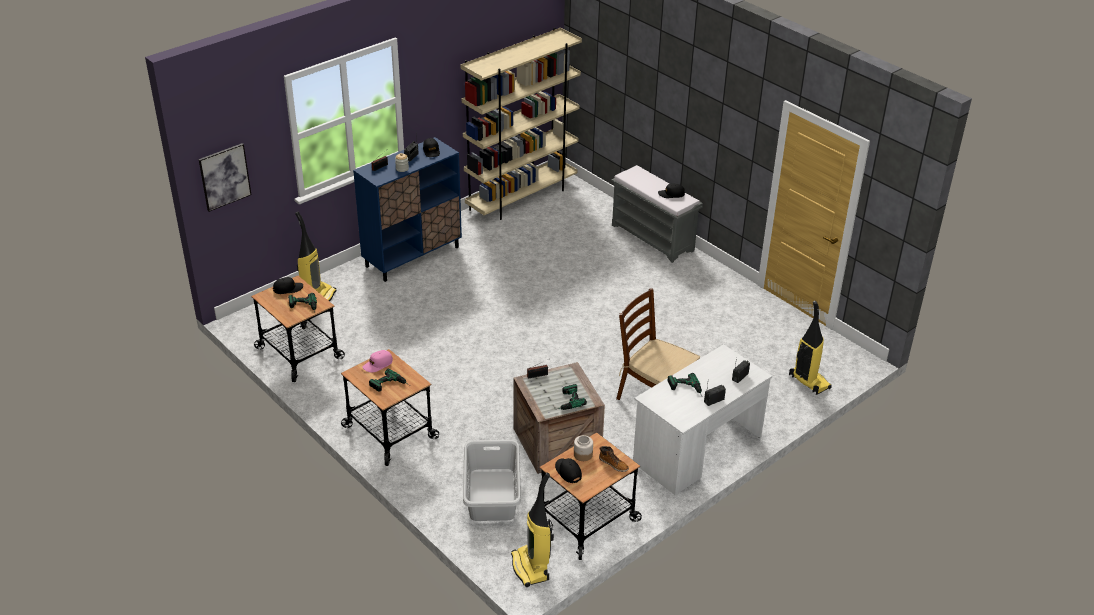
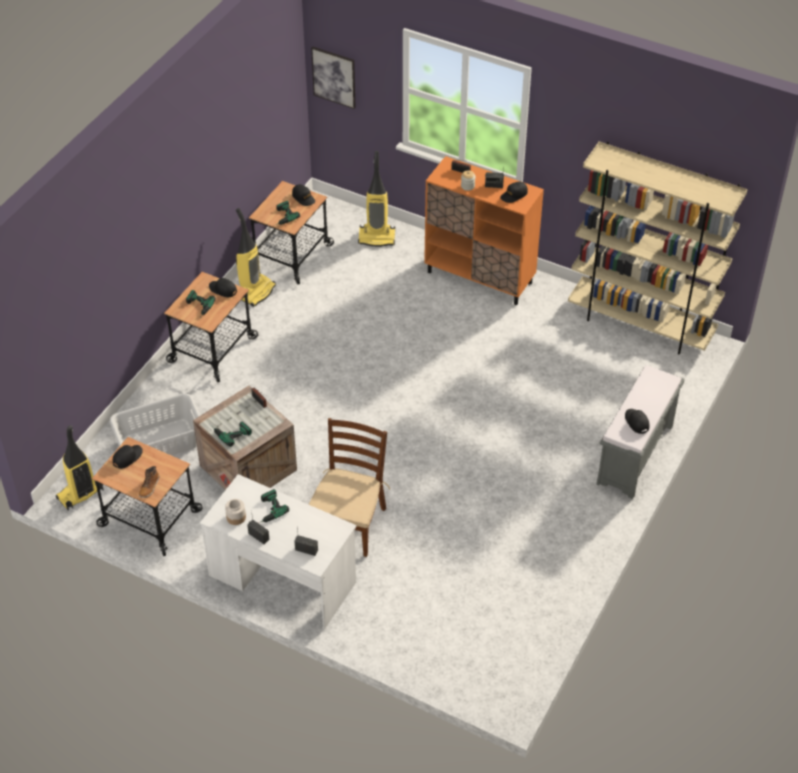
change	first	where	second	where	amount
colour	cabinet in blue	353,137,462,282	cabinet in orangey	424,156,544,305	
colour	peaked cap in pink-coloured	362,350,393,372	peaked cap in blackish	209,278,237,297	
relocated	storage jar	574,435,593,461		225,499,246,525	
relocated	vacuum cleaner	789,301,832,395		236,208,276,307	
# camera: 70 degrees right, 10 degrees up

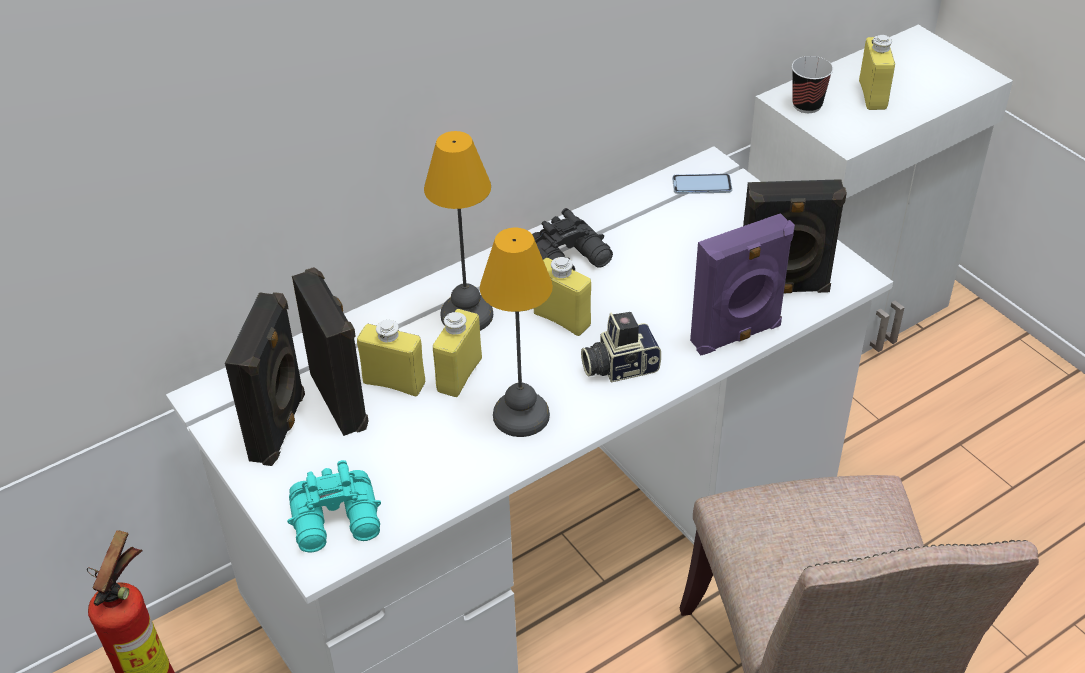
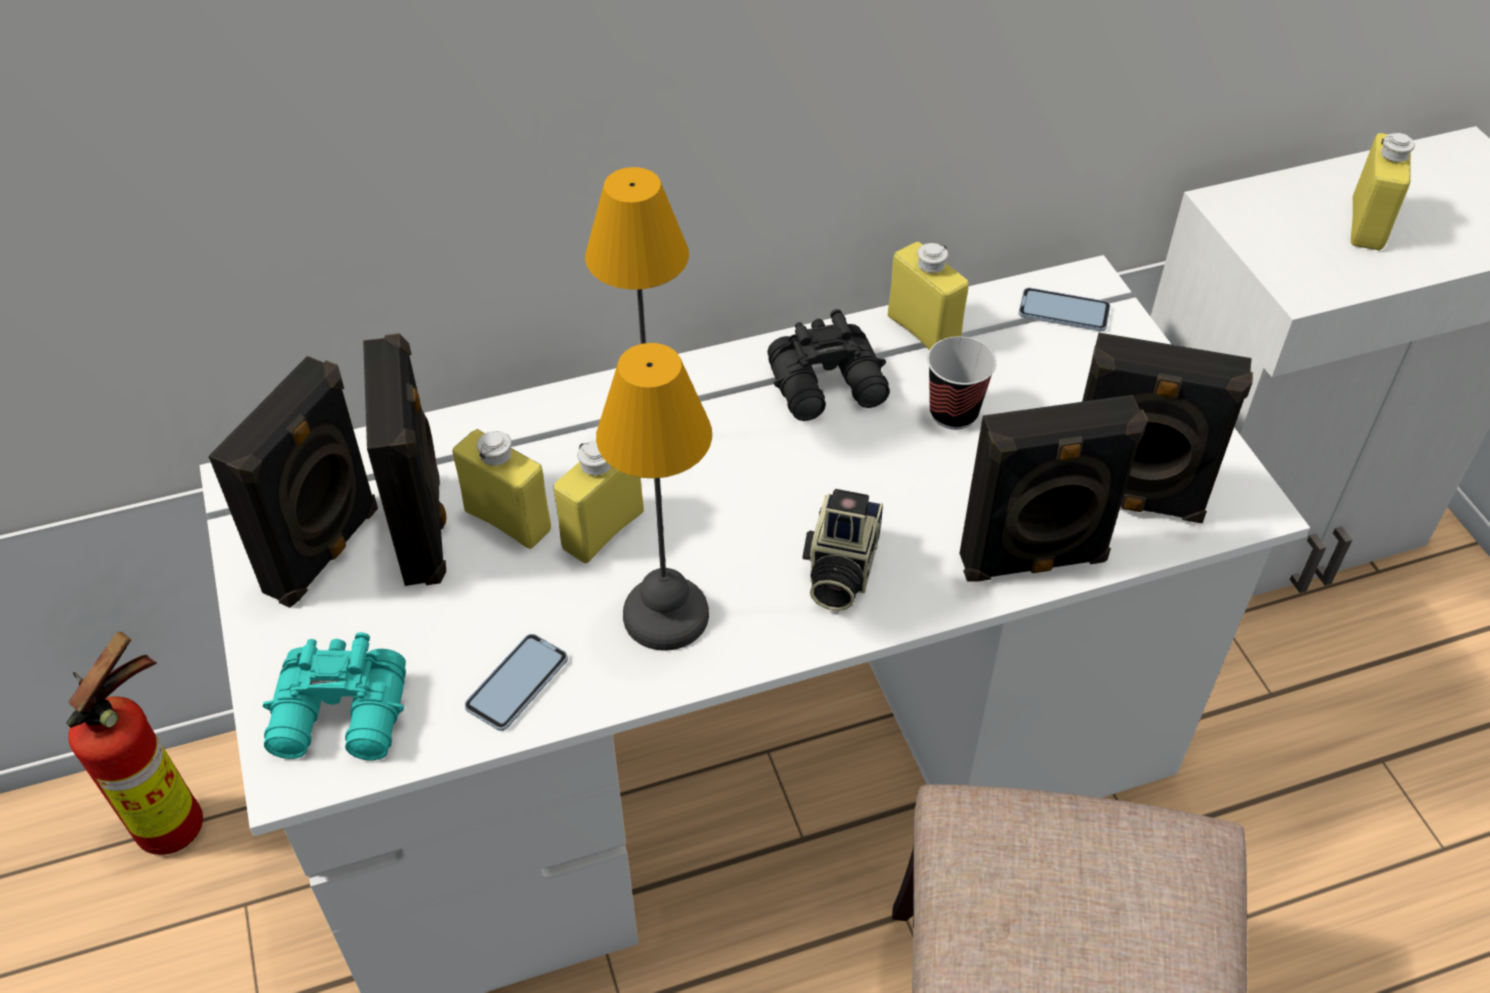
change	first	where	second	where	amount
relocated	bottle in yellow-coloured	534,257,591,336		888,242,969,350	
spun	still camera	581,312,661,382		802,489,883,611	75 degrees counterclockwise
colour	loudspeaker in purplish	690,213,795,355	loudspeaker in blackish	959,395,1148,582	
relocated	drinking cup	792,56,833,113		927,337,996,430	
appeared			phone	464,634,568,731	
# camera: 15 degrees right, 5 degrees up

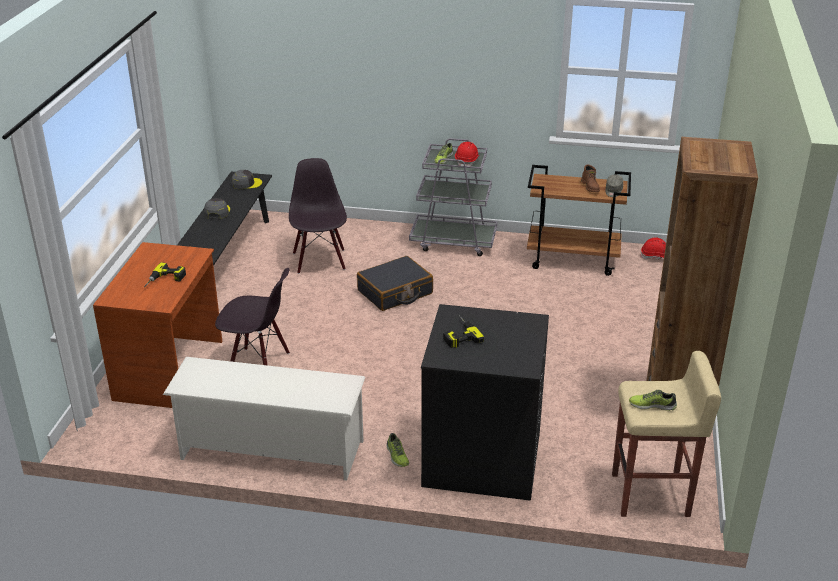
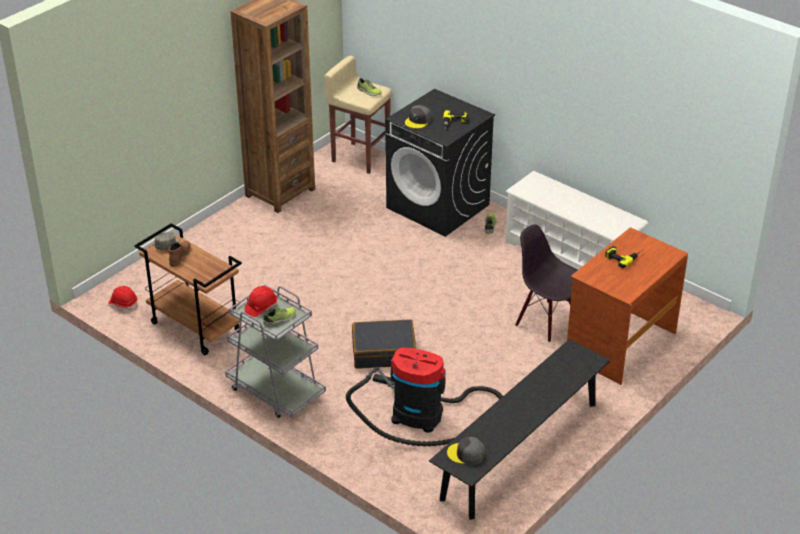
change	first	where	second	where	amount
relocated	peaked cap in greyish	204,198,230,219		405,105,432,129	
exchanged	plain chair in blackish	289,158,347,274	vacuum cleaner	346,347,503,447	
# camera: 150 degrees left, 5 degrees up

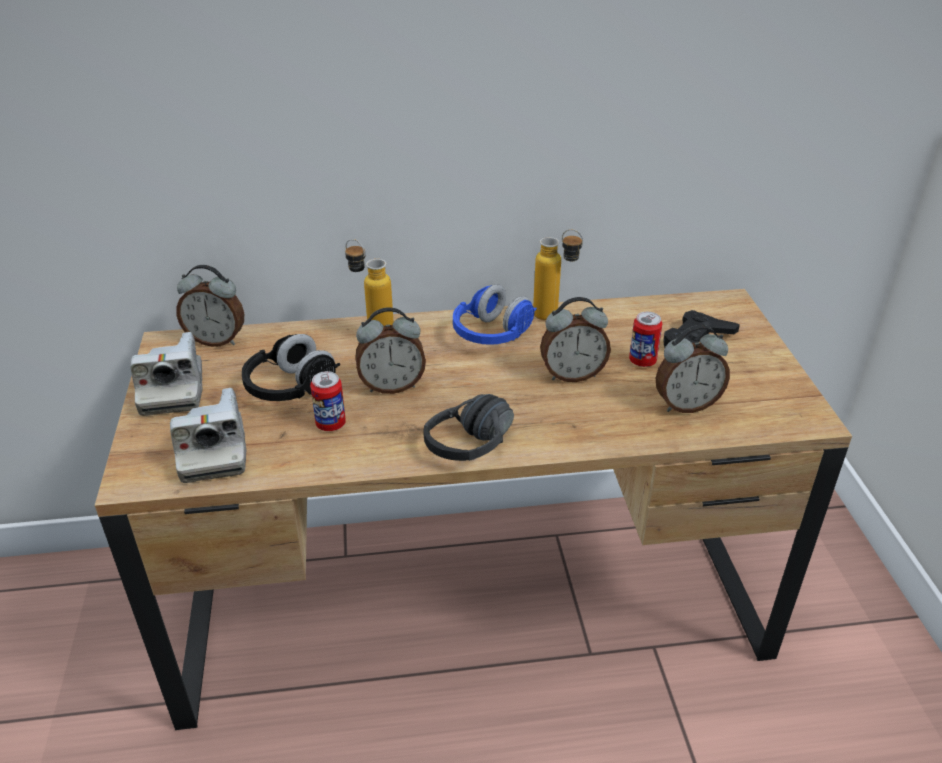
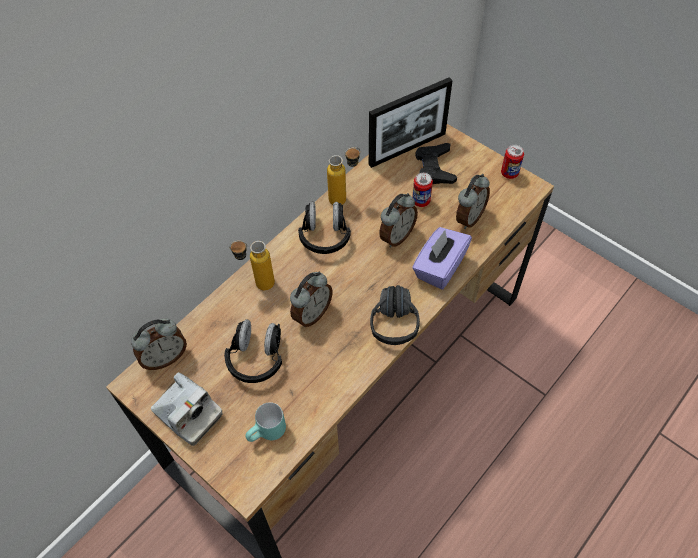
change	first	where	second	where	amount
exchanged	still camera	170,388,246,483	mug in turquoise-coloured	245,402,286,442	
relocated	can	310,371,346,431		501,145,524,179	
colour	headphones in blue	453,284,537,345	headphones in blackish	298,202,351,254	
appeared			picture frame	369,77,453,168	
appeared			tissue holder in purplish	412,227,472,290	
# camera: 40 degrees left, 20 degrees up

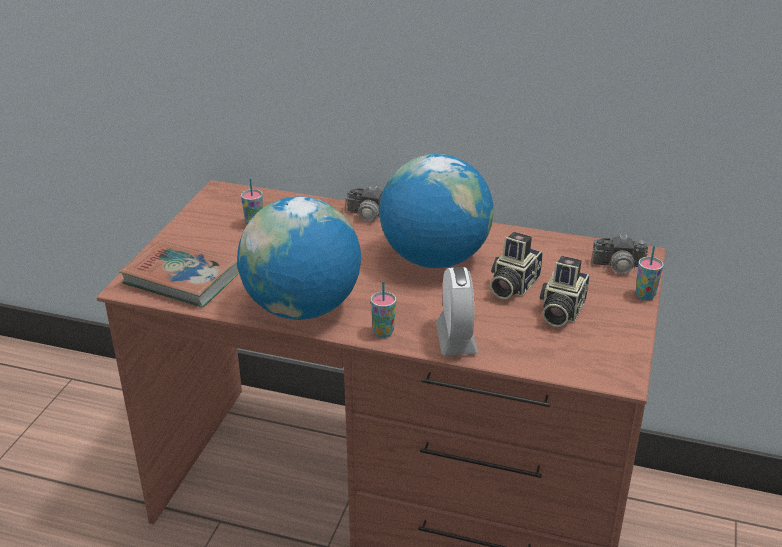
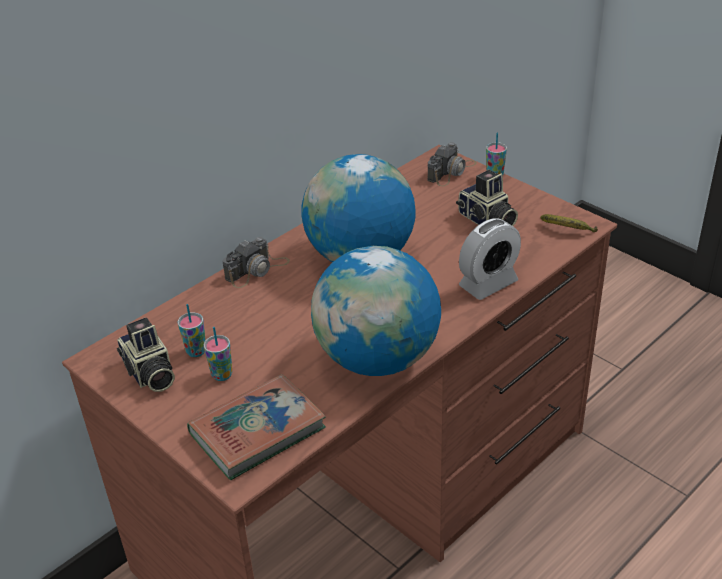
change	first	where	second	where	amount
relocated	drinking cup	371,281,396,338		204,327,232,381	
spun	alarm clock	436,267,478,355		459,218,521,300	120 degrees clockwise
relocated	still camera	490,232,543,299		117,318,175,392	
appeared			banana	540,214,598,232	
# camera: 60 degrees left, 5 degrees up

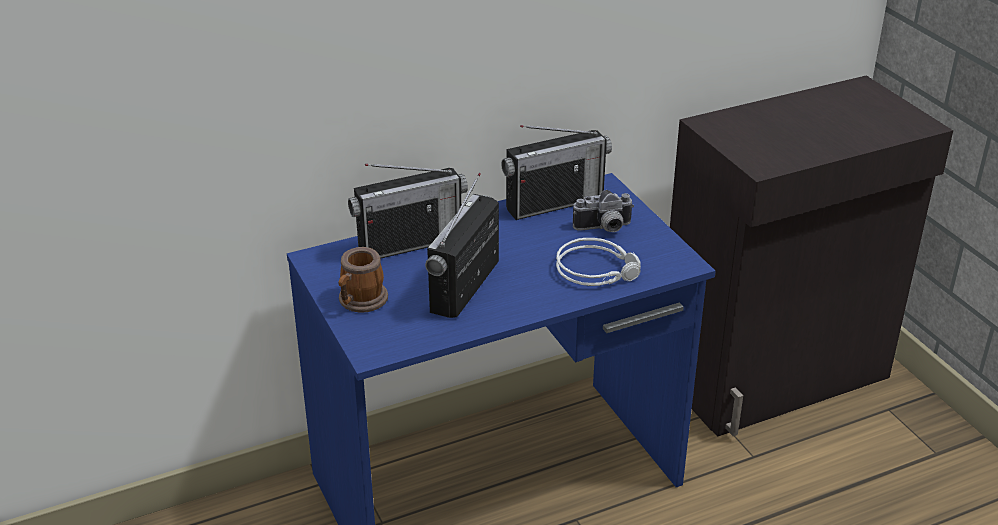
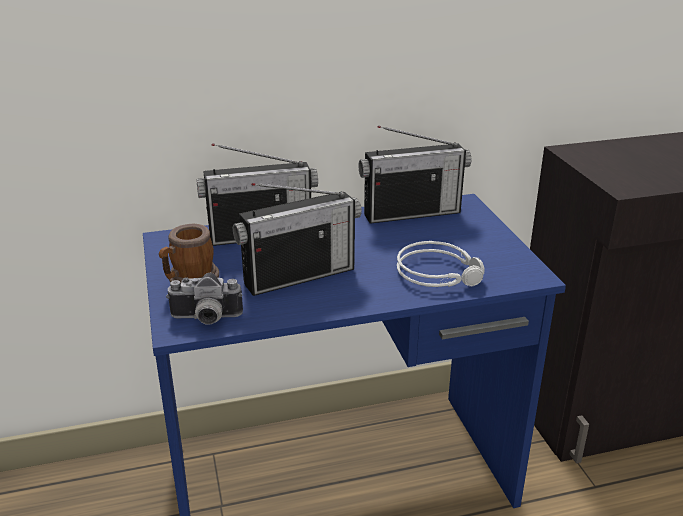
change	first	where	second	where	amount
spun	radio receiver	425,173,499,318		233,183,362,296	150 degrees counterclockwise
relocated	still camera	573,190,634,232		166,273,243,325	
# camera: 10 degrees right, 5 degrees down

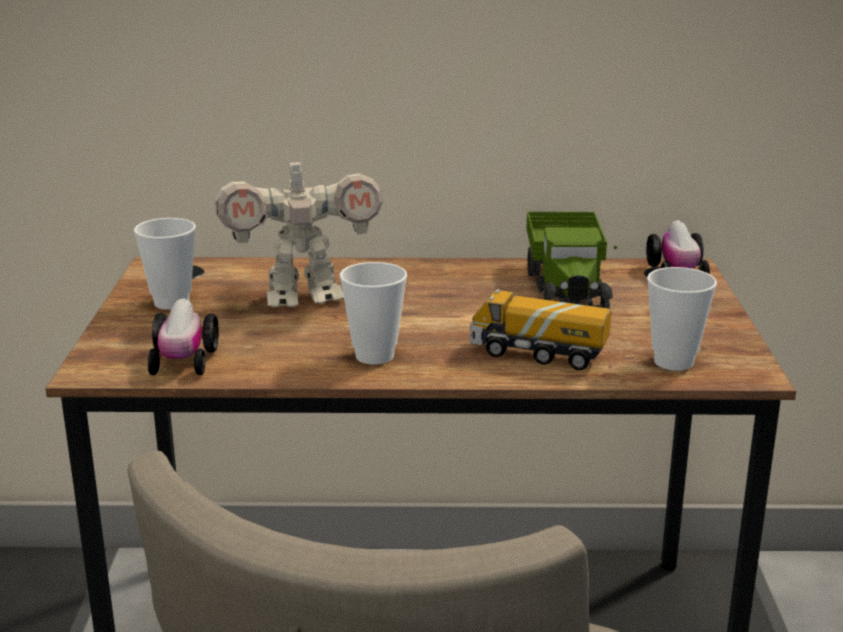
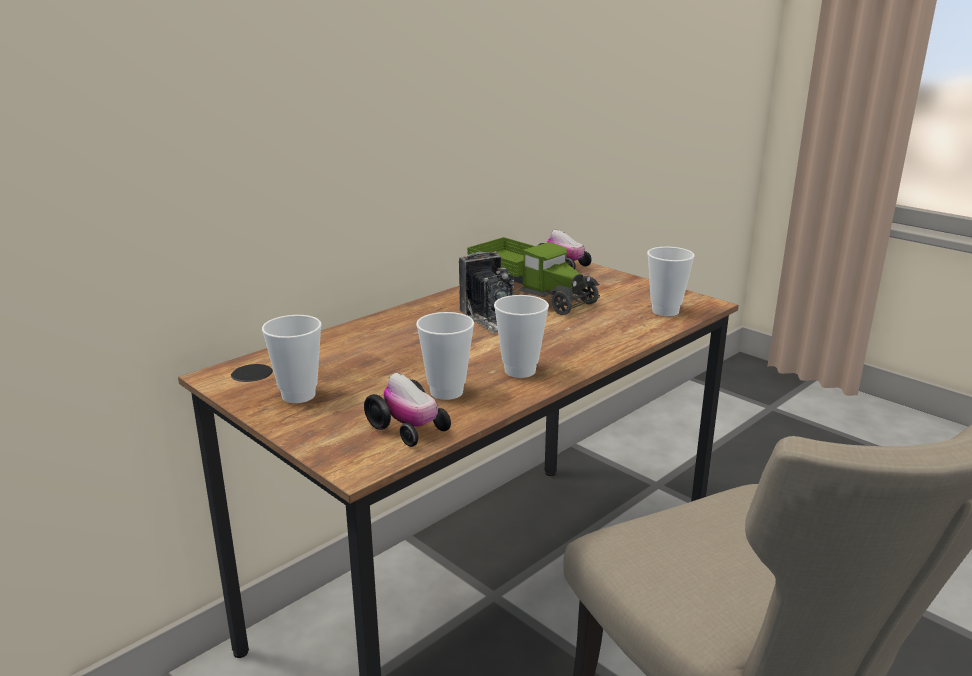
change	first	where	second	where	amount
missing	toy robot	215,147,383,307			
missing	toy lorry	469,289,611,370			
appeared			drinking cup	416,312,474,400	
appeared			still camera	459,251,514,333	
# camera: 45 degrees left, 0 degrees up

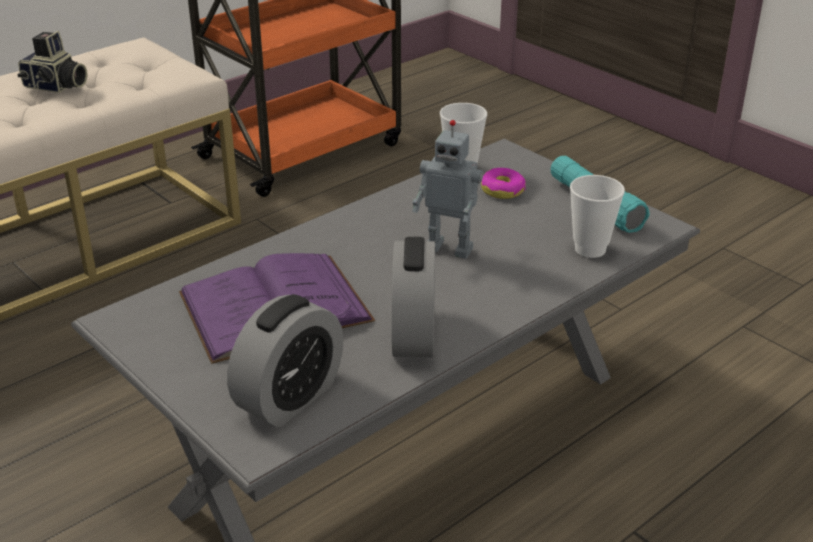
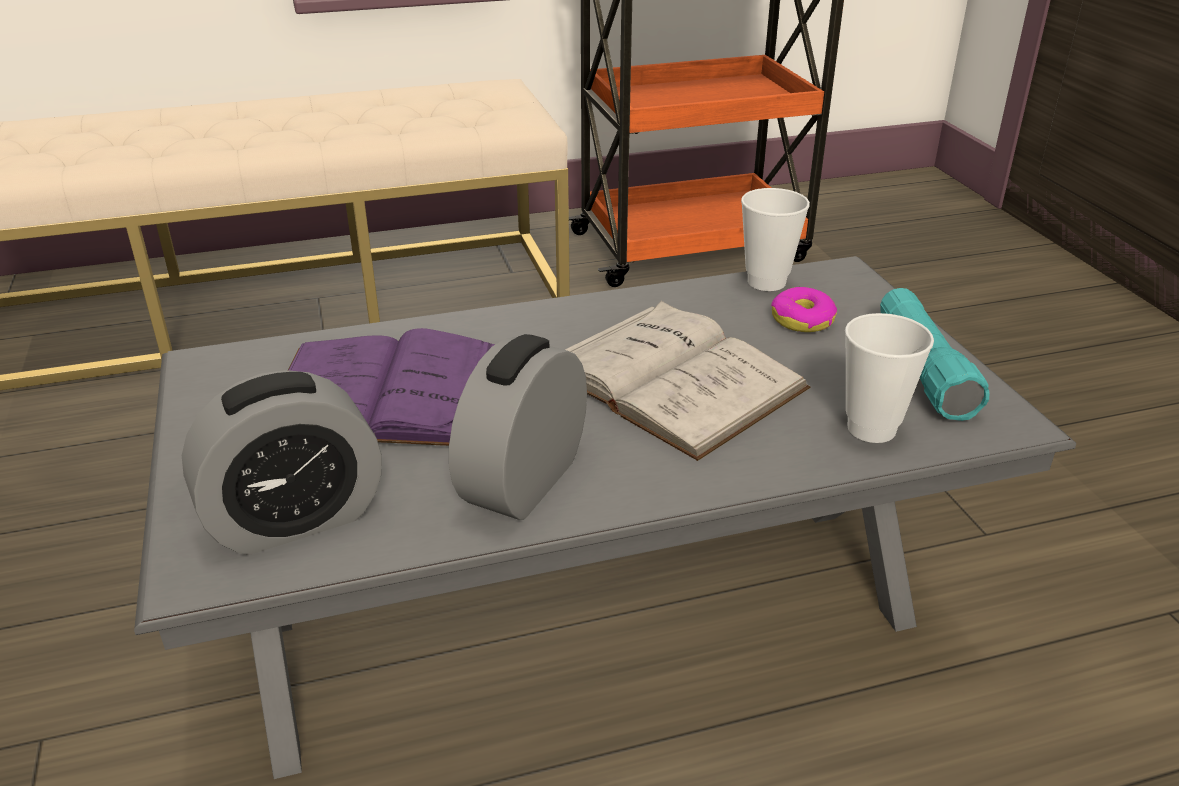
change	first	where	second	where	amount
missing	still camera	17,31,88,93			
exchanged	toy robot	412,120,483,259	bound book in whitish	565,301,810,461	
# camera: 25 degrees right, 0 degrees up

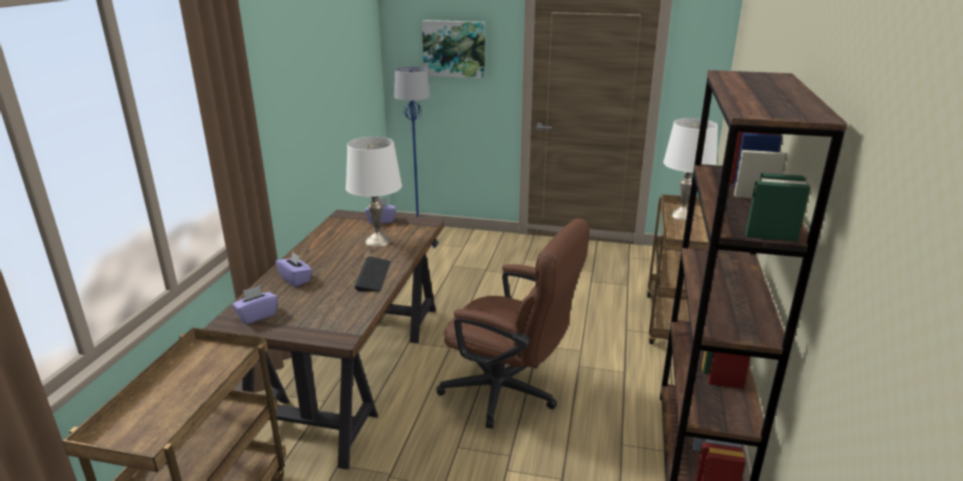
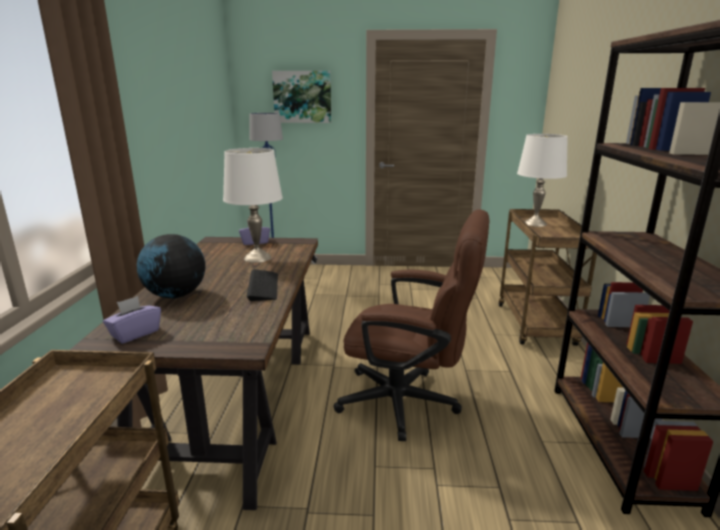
change	first	where	second	where	amount
exchanged	tissue holder in purplish	275,252,312,287	globe	137,234,205,298	
# camera: 10 degrees left, 5 degrees down

